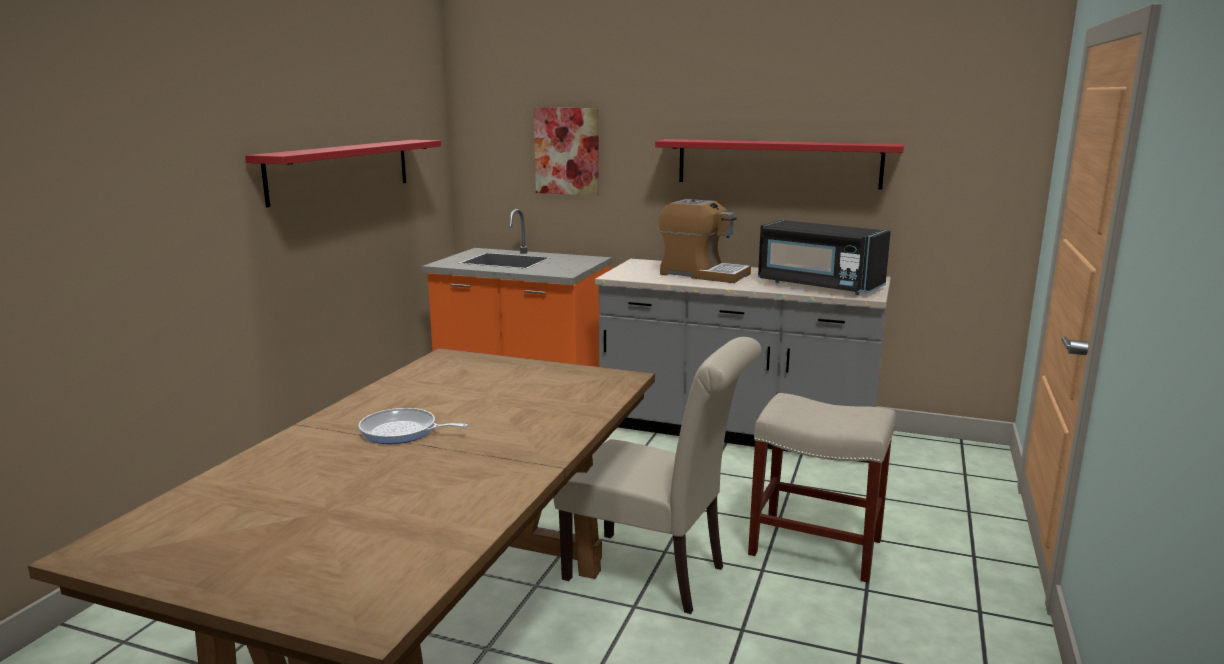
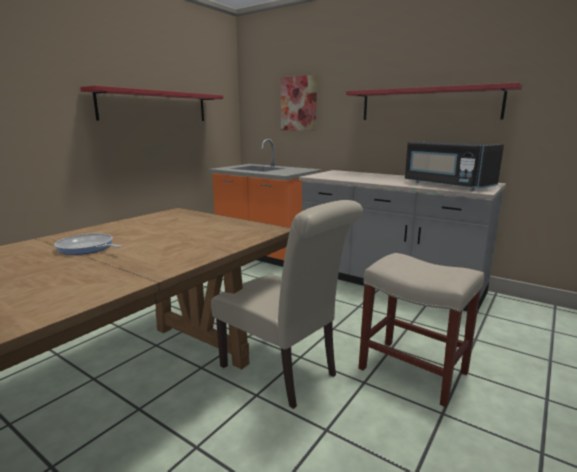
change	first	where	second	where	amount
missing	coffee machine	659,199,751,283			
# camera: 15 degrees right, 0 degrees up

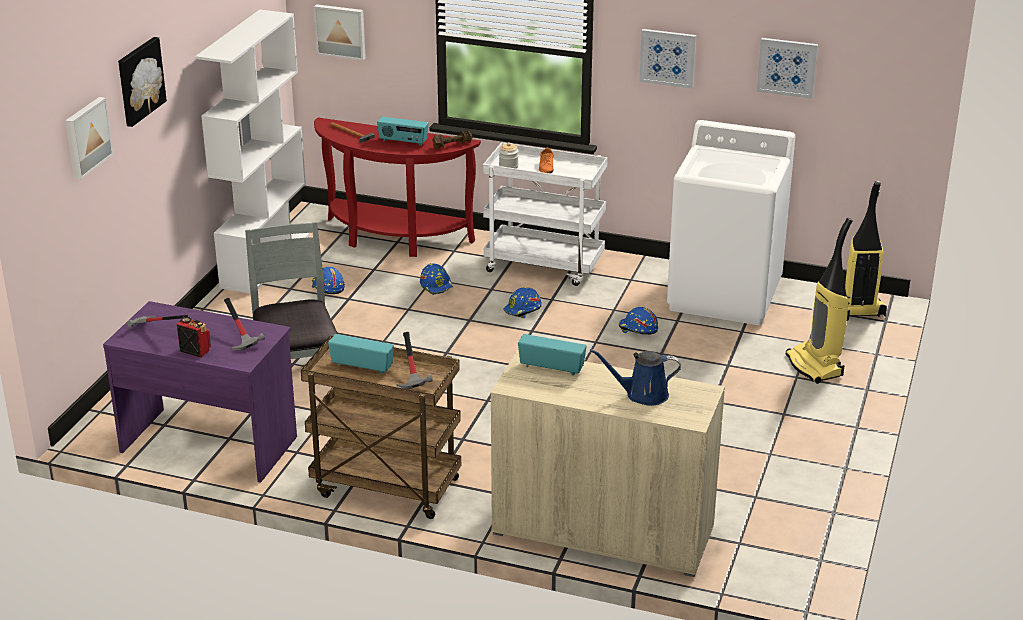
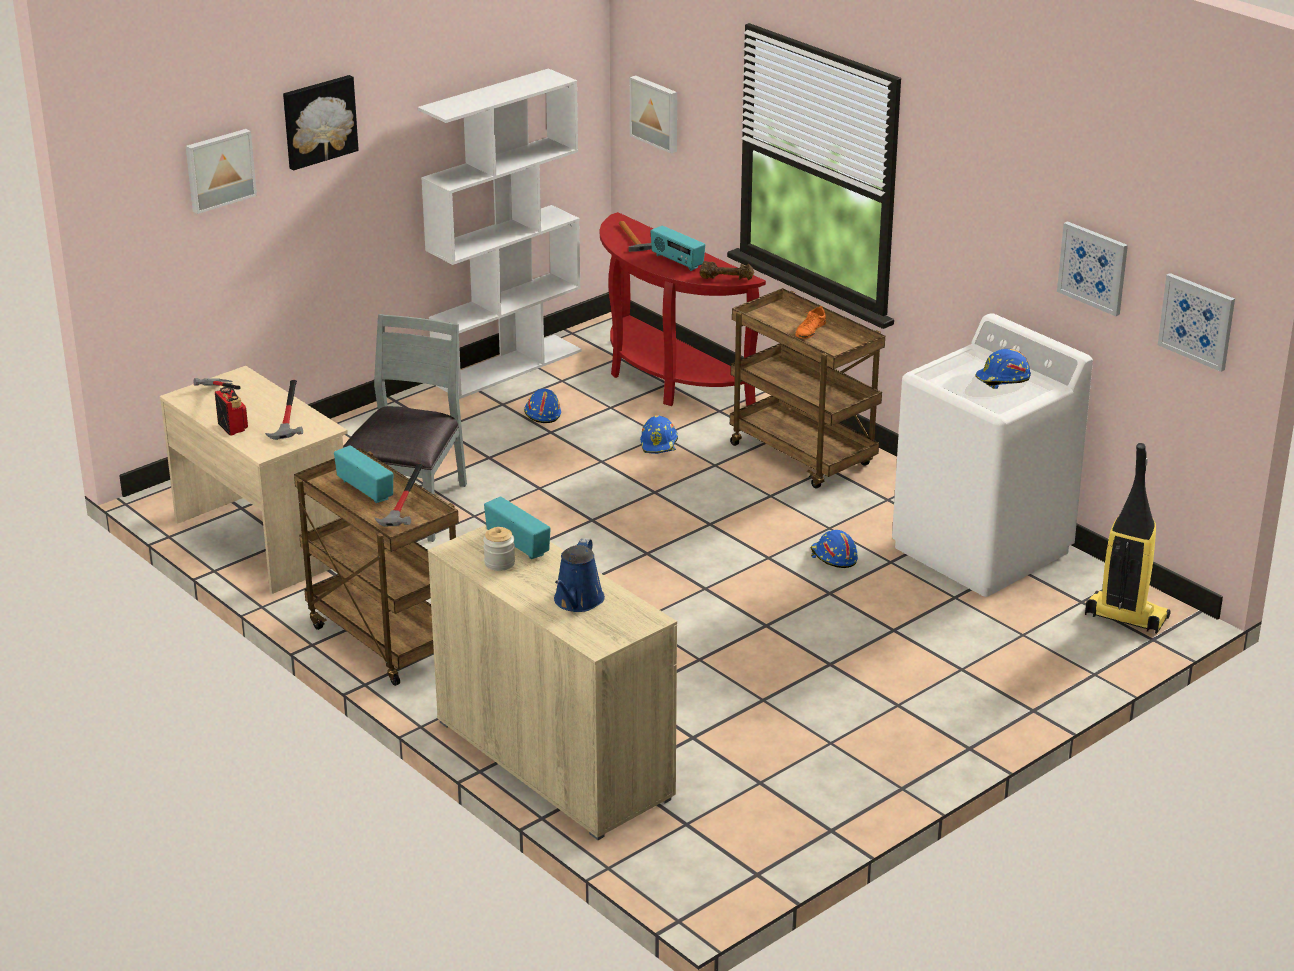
change	first	where	second	where	amount
colour	desk unit in purplish	103,301,297,483	desk unit in beige	160,366,348,594	
colour	trolley in whitish	483,142,608,286	trolley in brown-coloured	730,288,885,489	
relocated	storage jar	499,142,519,169		483,527,515,571	
relocated	hard hat in blue	503,287,542,318		975,349,1031,389	
spun	watering pot in blue	590,349,681,406		554,538,605,612	105 degrees counterclockwise
relocated	picture	639,29,696,88		1158,273,1235,372	
missing	vacuum cleaner	785,218,853,384			
# camera: 30 degrees right, 0 degrees up

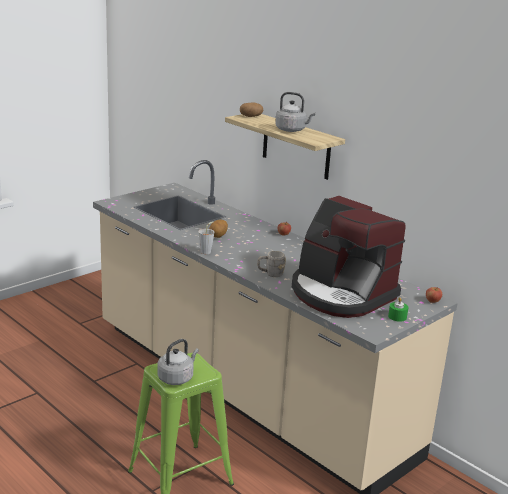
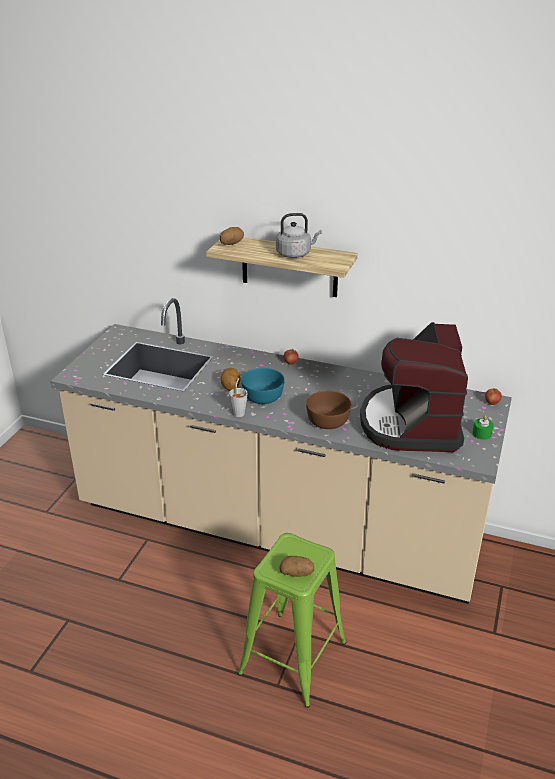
change	first	where	second	where	amount
exchanged	kettle in greyish	157,339,199,385	potato	279,556,315,577	
exchanged	mug in greyish	257,251,286,277	bowl in brown-coloured	306,391,351,429	
spun	coffee machine	292,196,406,318		360,322,468,452	75 degrees clockwise
appeared			bowl in turquoise-coloured	241,368,285,404	
# camera: 25 degrees left, 10 degrees up

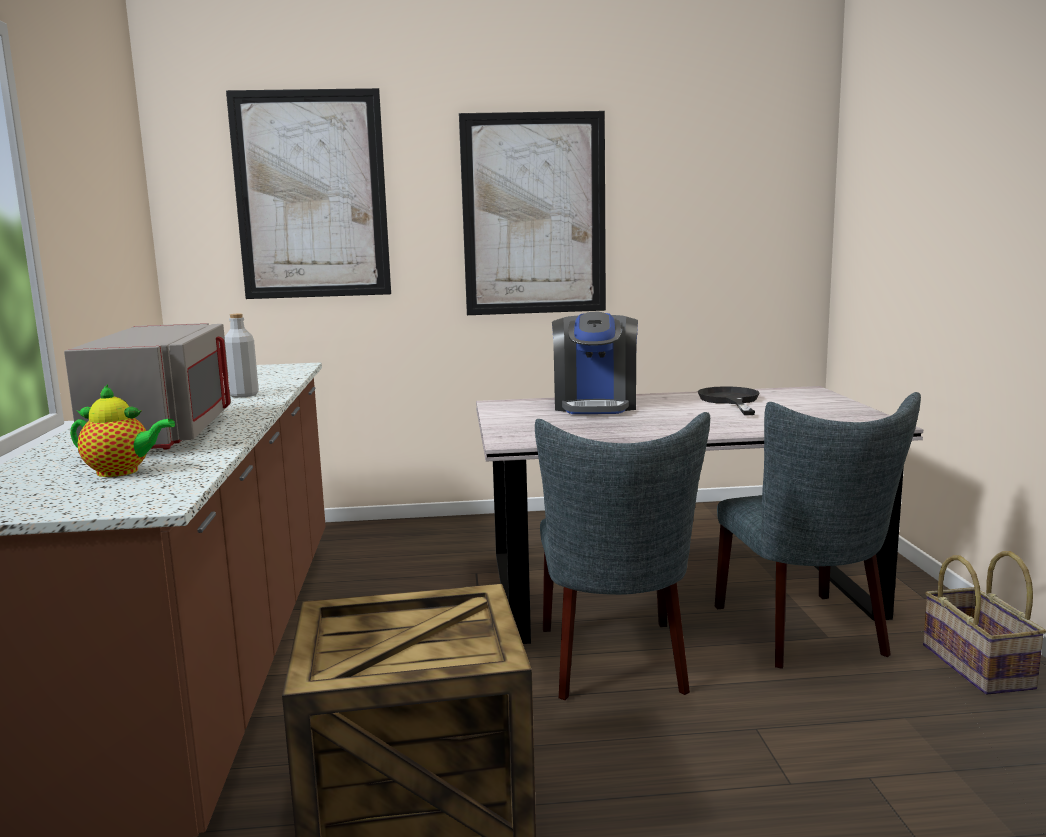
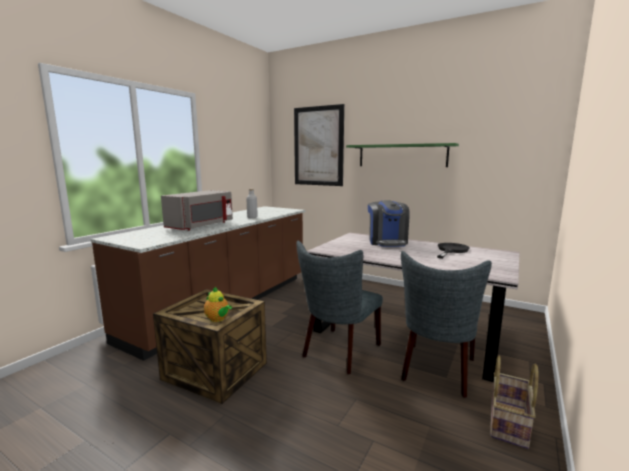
change	first	where	second	where	amount
relocated	tea pot	70,384,175,477		204,286,232,322	
exchanged	picture	459,111,606,315	shelf in green-coloured	346,143,459,167	
spun	coffee machine	552,312,638,414		368,200,410,247	45 degrees counterclockwise
# camera: 35 degrees right, 0 degrees up

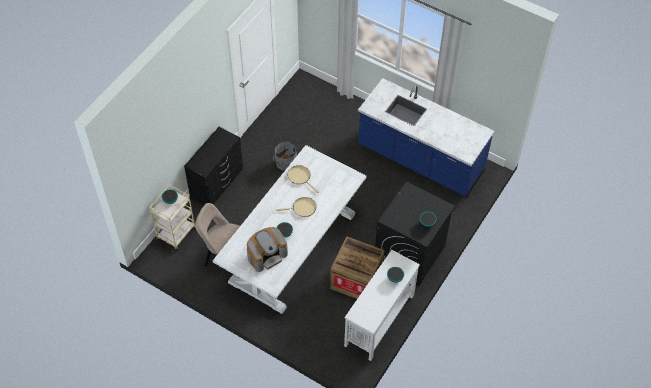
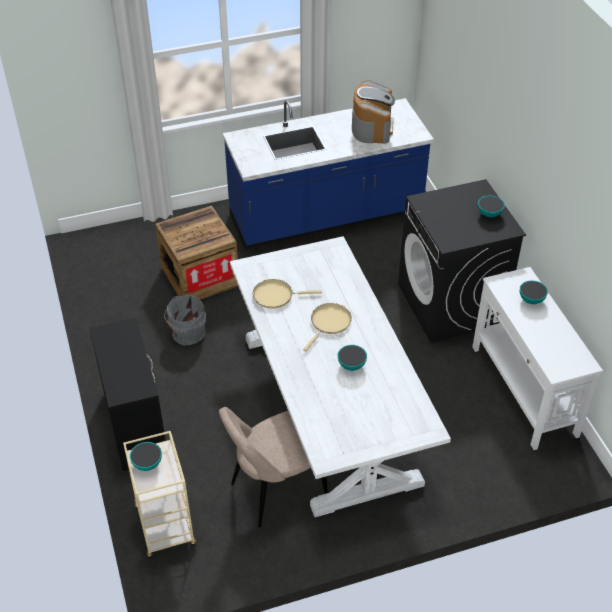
change	first	where	second	where	amount
relocated	coffee machine	247,227,288,272		352,80,395,144	
relocated	packing crate	330,237,385,299		155,206,238,300	
# camera: 50 degrees left, 10 degrees down

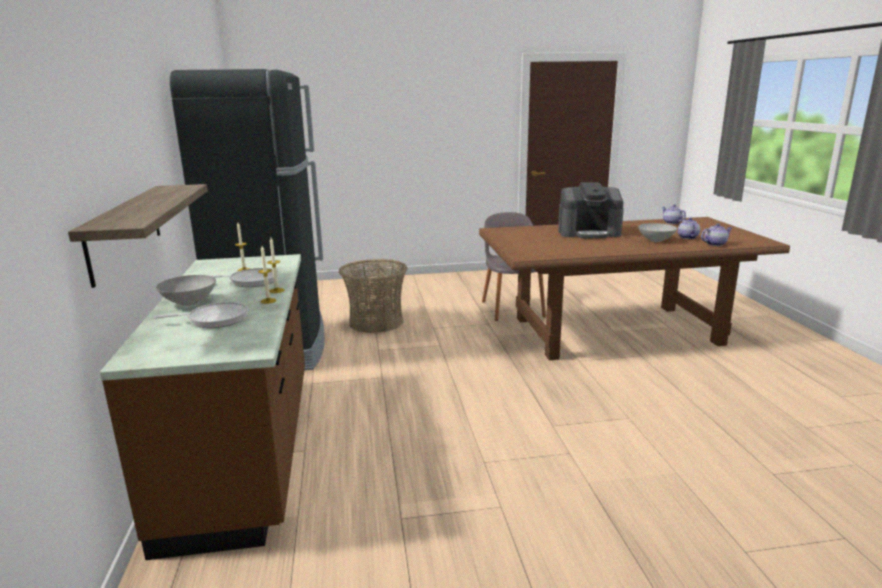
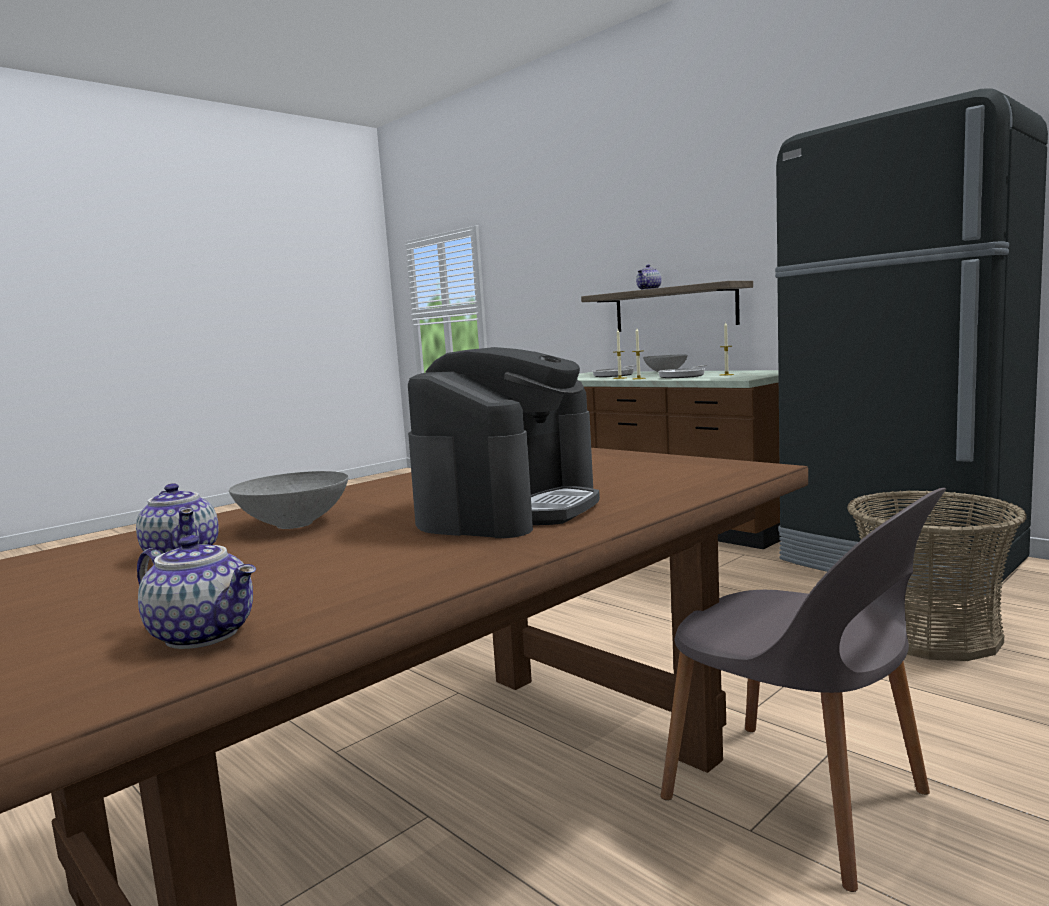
change	first	where	second	where	amount
spun	coffee machine	558,182,624,238		408,347,600,538	150 degrees clockwise
relocated	tea pot	701,223,732,246		636,265,662,290	
# camera: 145 degrees right, 10 degrees down

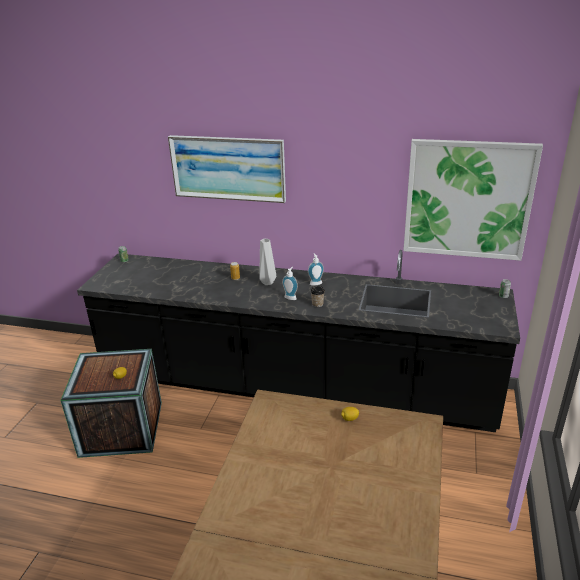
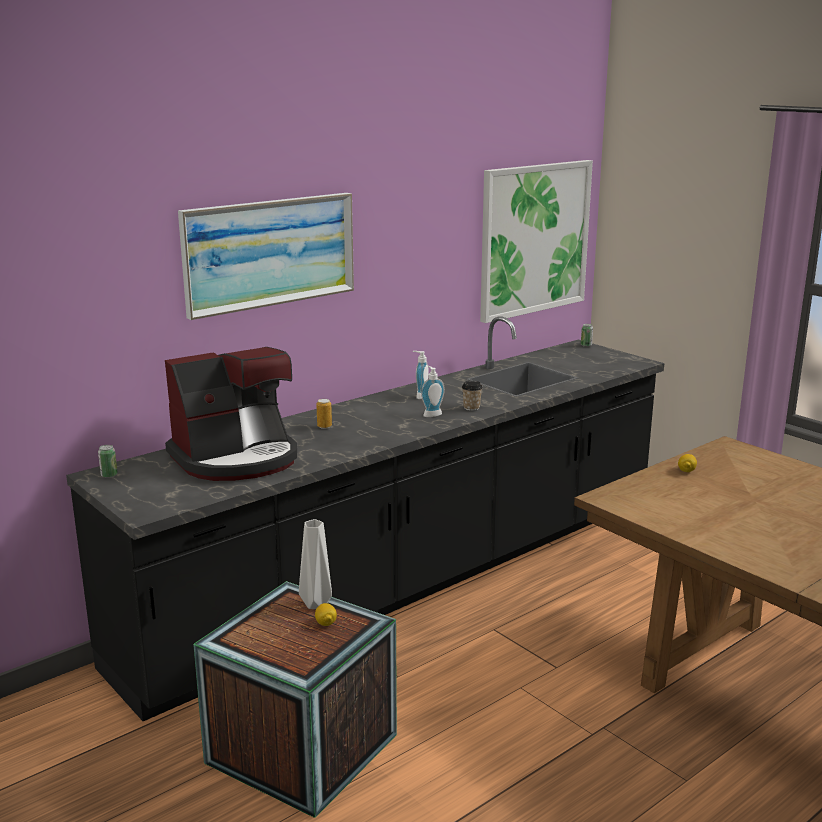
change	first	where	second	where	amount
relocated	decorative vase in greyish	259,239,276,285		299,519,332,609	
appeared			coffee machine	165,347,297,481	
# camera: 55 degrees left, 10 degrees down

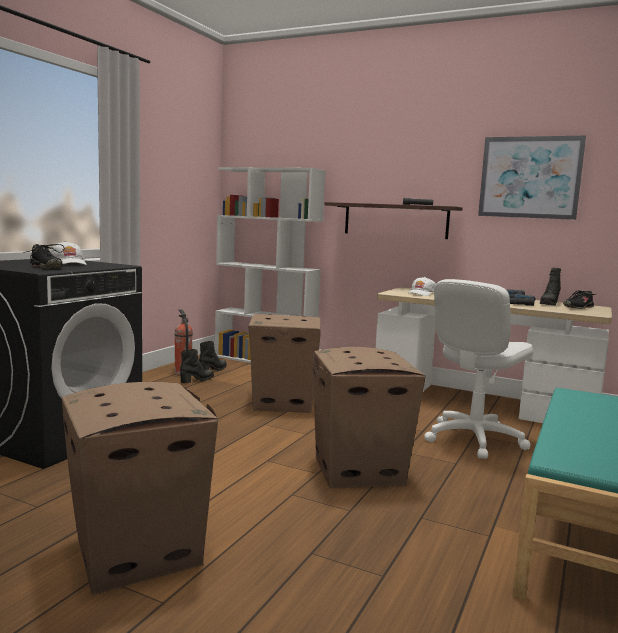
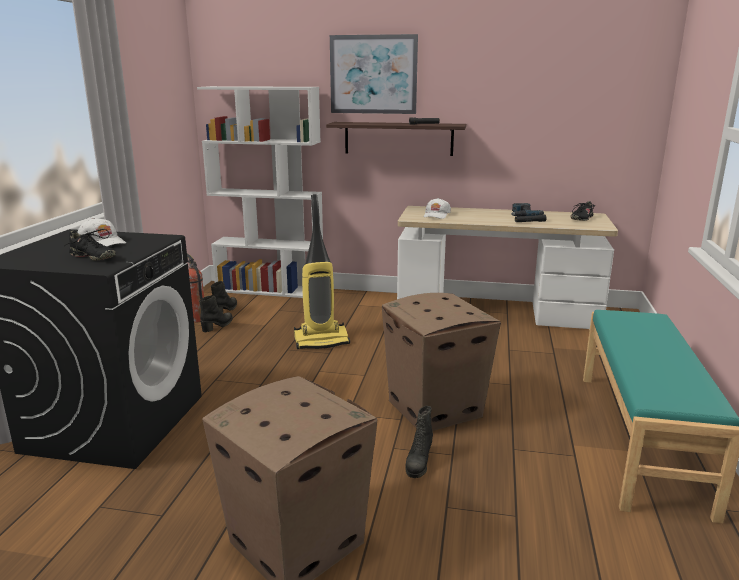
change	first	where	second	where	amount
exchanged	carton	249,314,321,413	vacuum cleaner	294,194,350,349	
missing	desk chair in whitish	424,279,534,459			
relocated	picture	478,135,586,220		330,34,418,114	
relocated	high-top boot in blackish	540,268,561,306		405,406,433,478	
# camera: 15 degrees left, 10 degrees up

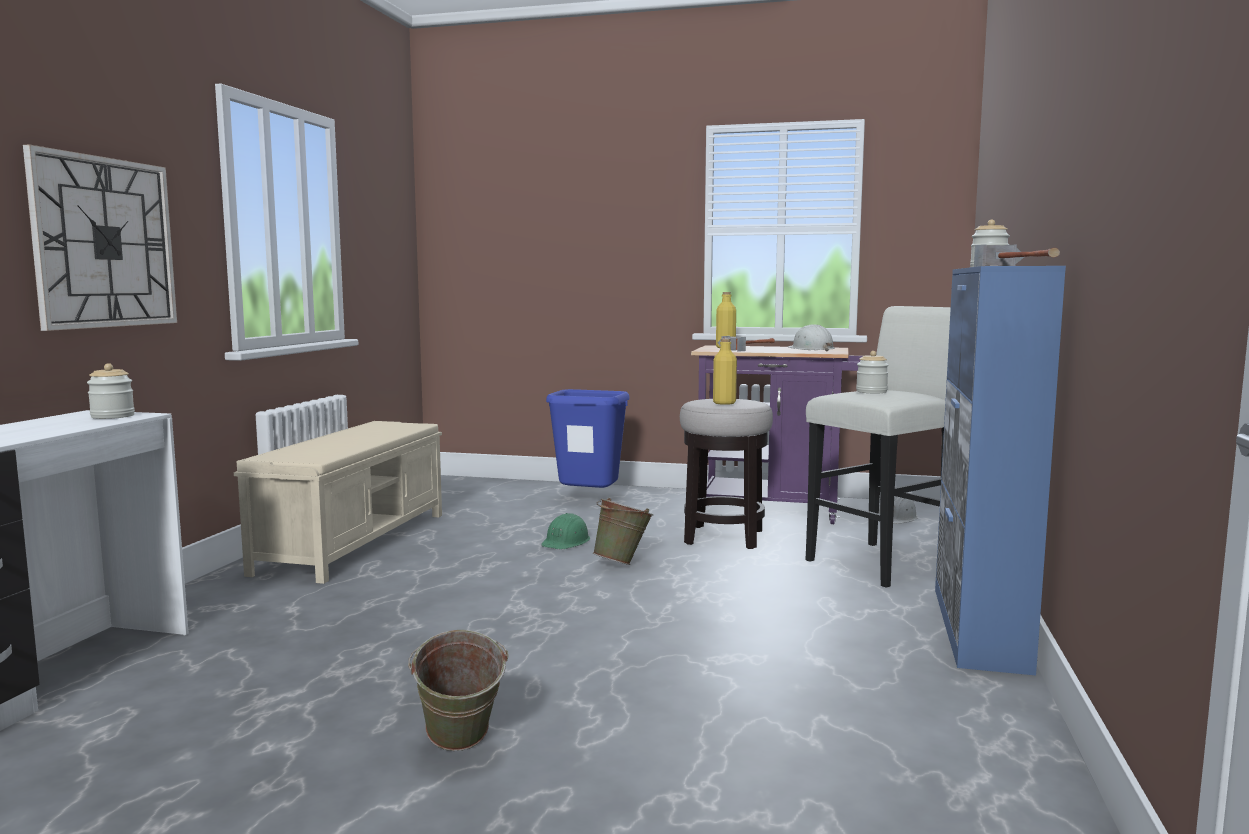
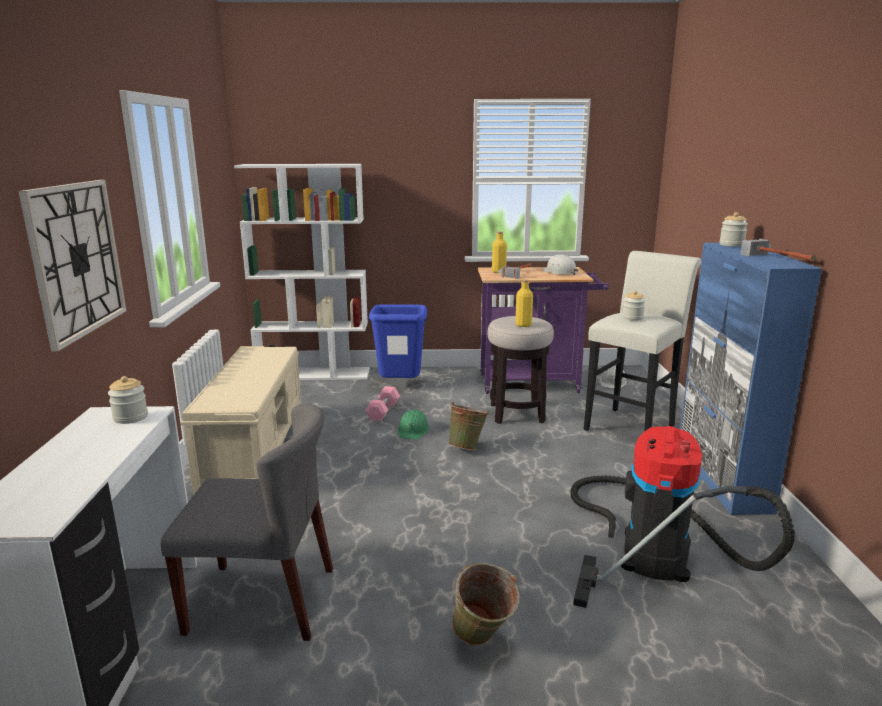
change	first	where	second	where	amount
appeared			plain chair in greyish	161,403,333,641	
appeared			bookcase in whitish	234,164,370,380	
appeared			dumbbell in pink-coloured	365,386,400,421	
appeared			vacuum cleaner	571,426,795,608	
# camera: 15 degrees left, 10 degrees up

